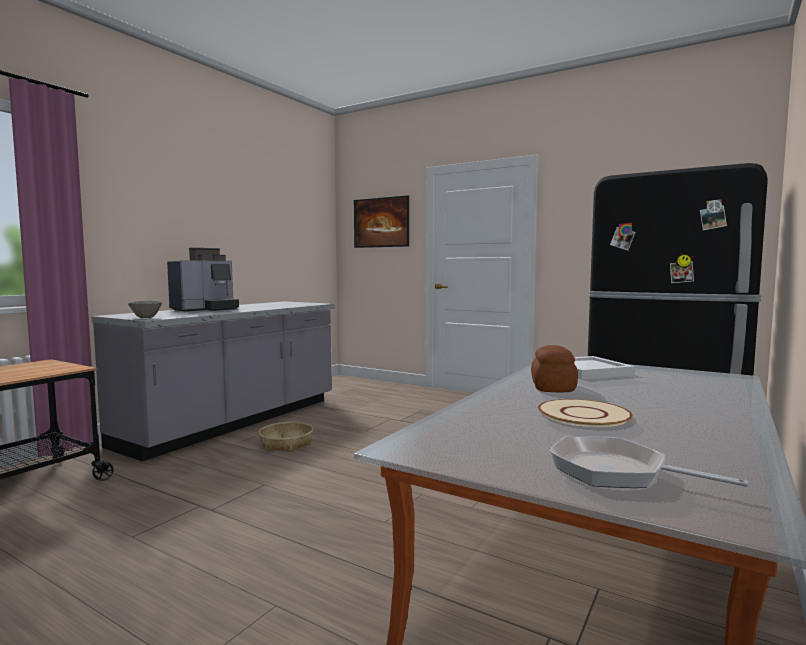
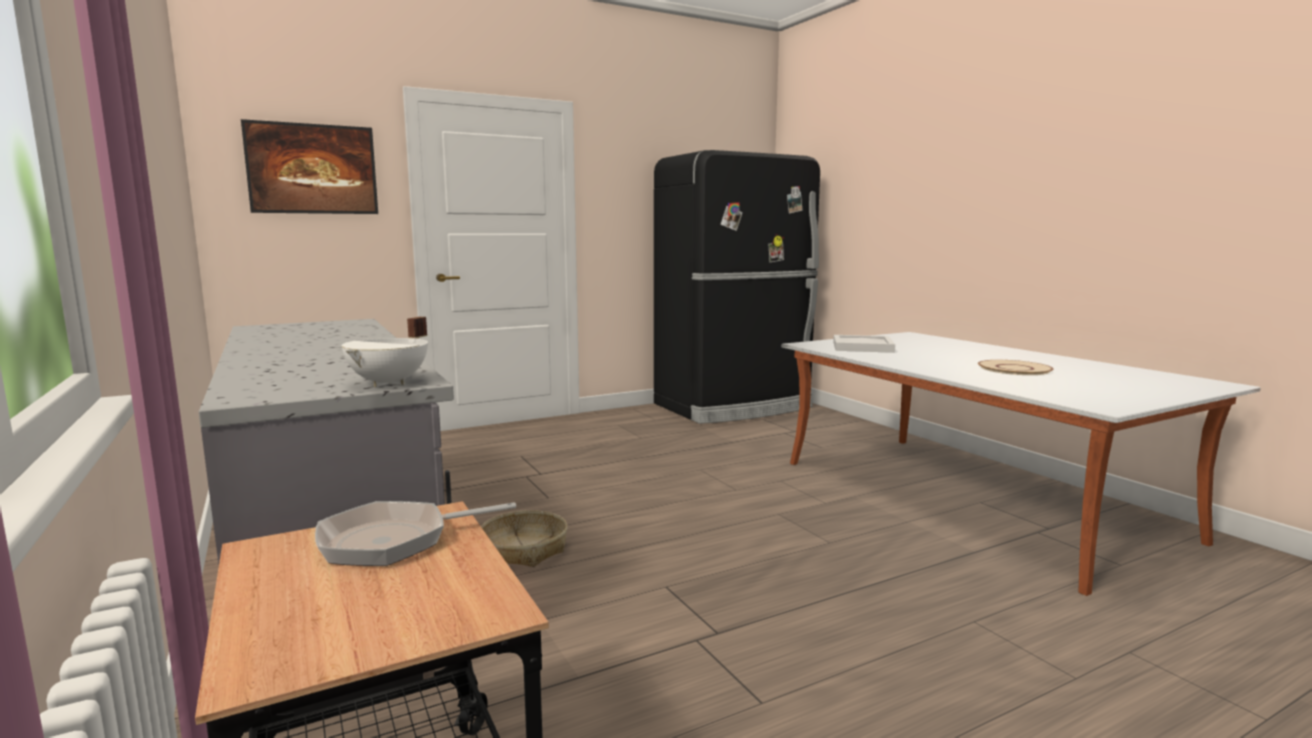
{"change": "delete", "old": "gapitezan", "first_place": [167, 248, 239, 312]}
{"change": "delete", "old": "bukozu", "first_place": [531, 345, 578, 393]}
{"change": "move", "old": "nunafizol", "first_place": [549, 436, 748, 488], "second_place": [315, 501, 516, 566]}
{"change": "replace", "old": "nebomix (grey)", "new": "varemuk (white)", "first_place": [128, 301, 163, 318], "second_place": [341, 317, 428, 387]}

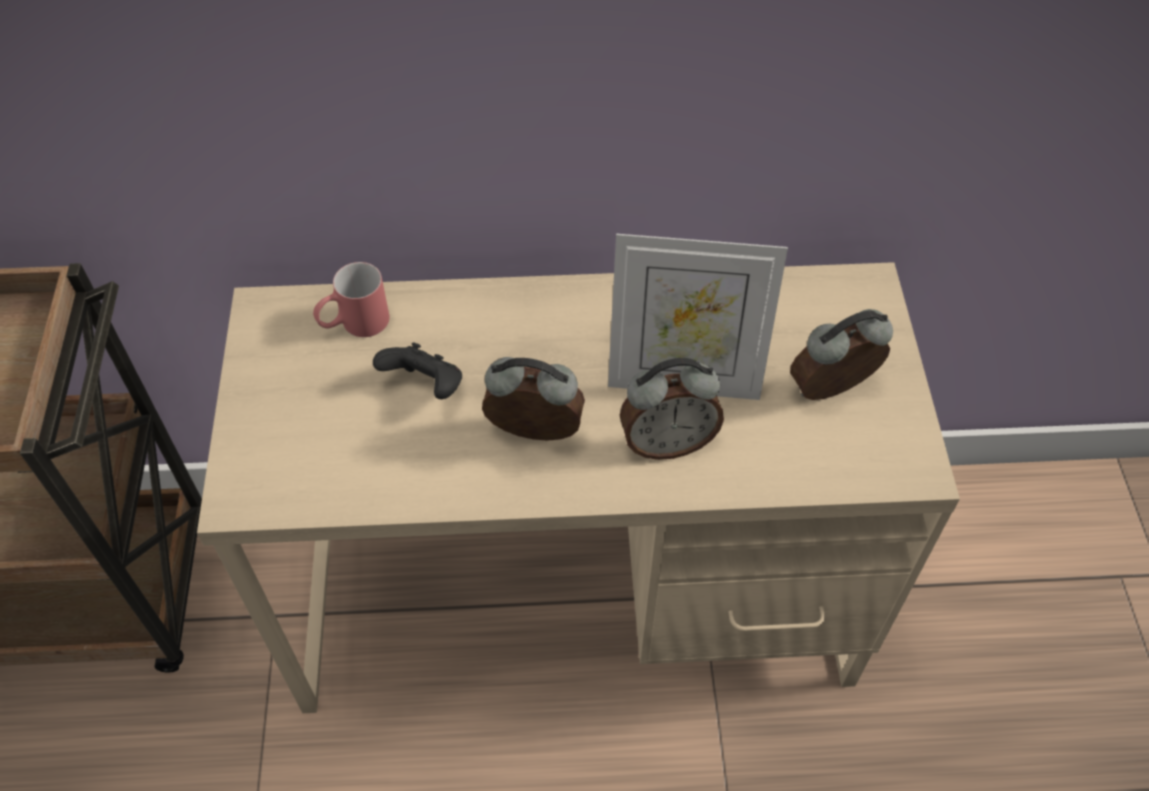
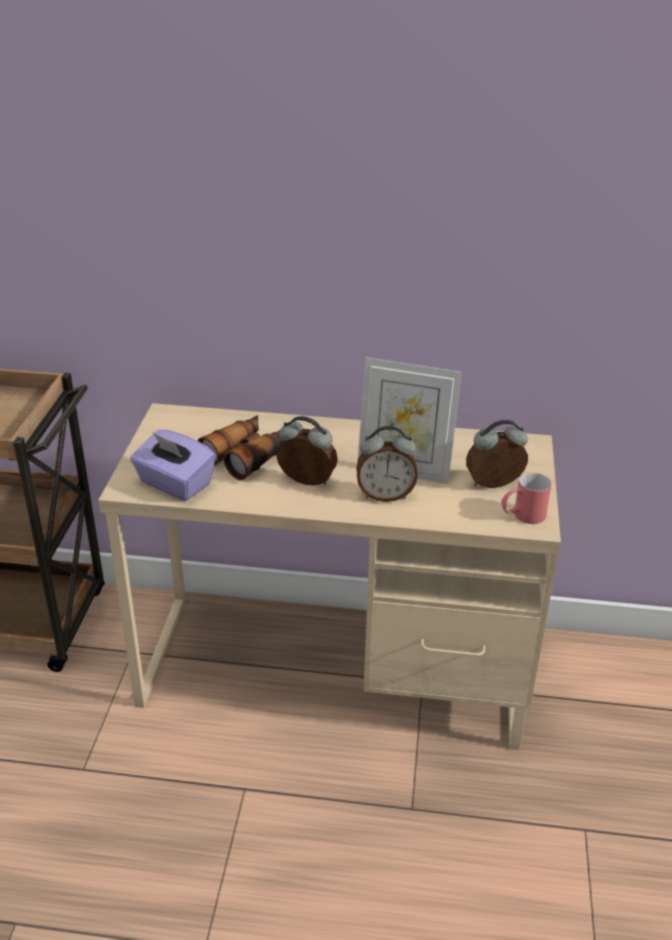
{"change": "insert", "new": "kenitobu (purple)", "second_place": [130, 430, 216, 501]}
{"change": "move", "old": "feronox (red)", "first_place": [313, 262, 390, 337], "second_place": [501, 473, 552, 524]}
{"change": "replace", "old": "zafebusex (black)", "new": "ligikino", "first_place": [373, 342, 462, 399], "second_place": [197, 415, 283, 480]}

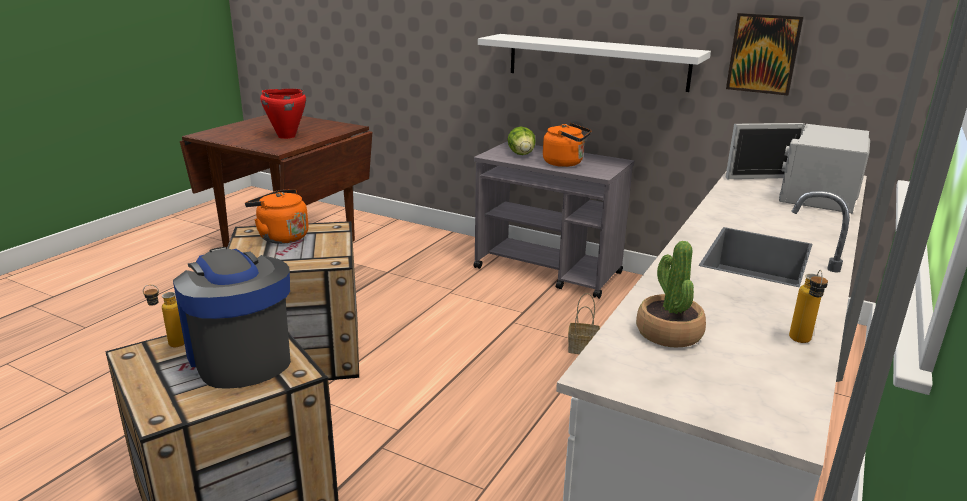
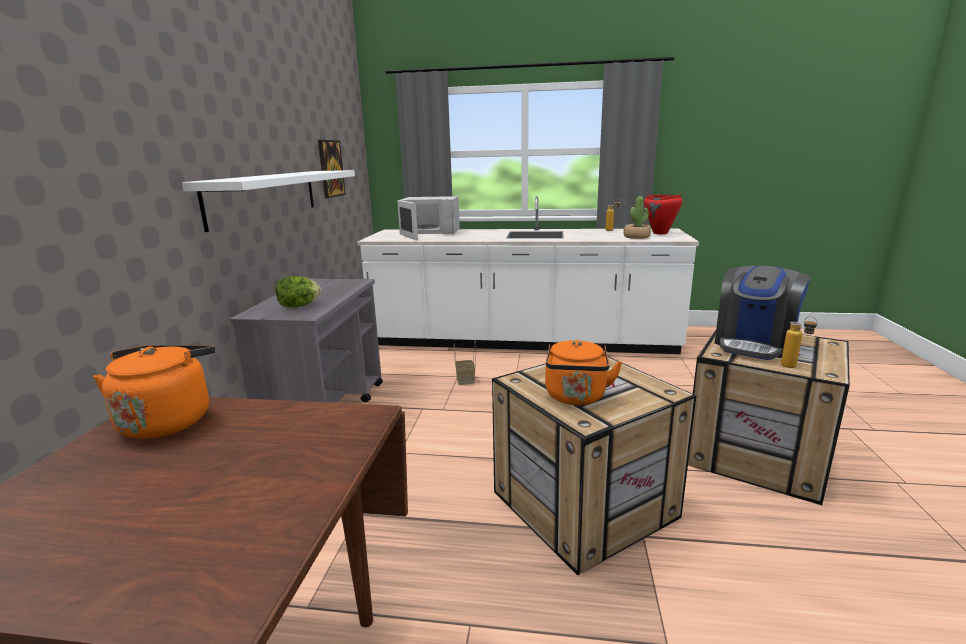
{"change": "move", "old": "varemuk (red)", "first_place": [260, 89, 306, 139], "second_place": [644, 195, 683, 234]}
{"change": "move", "old": "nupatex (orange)", "first_place": [543, 123, 591, 167], "second_place": [93, 345, 215, 439]}

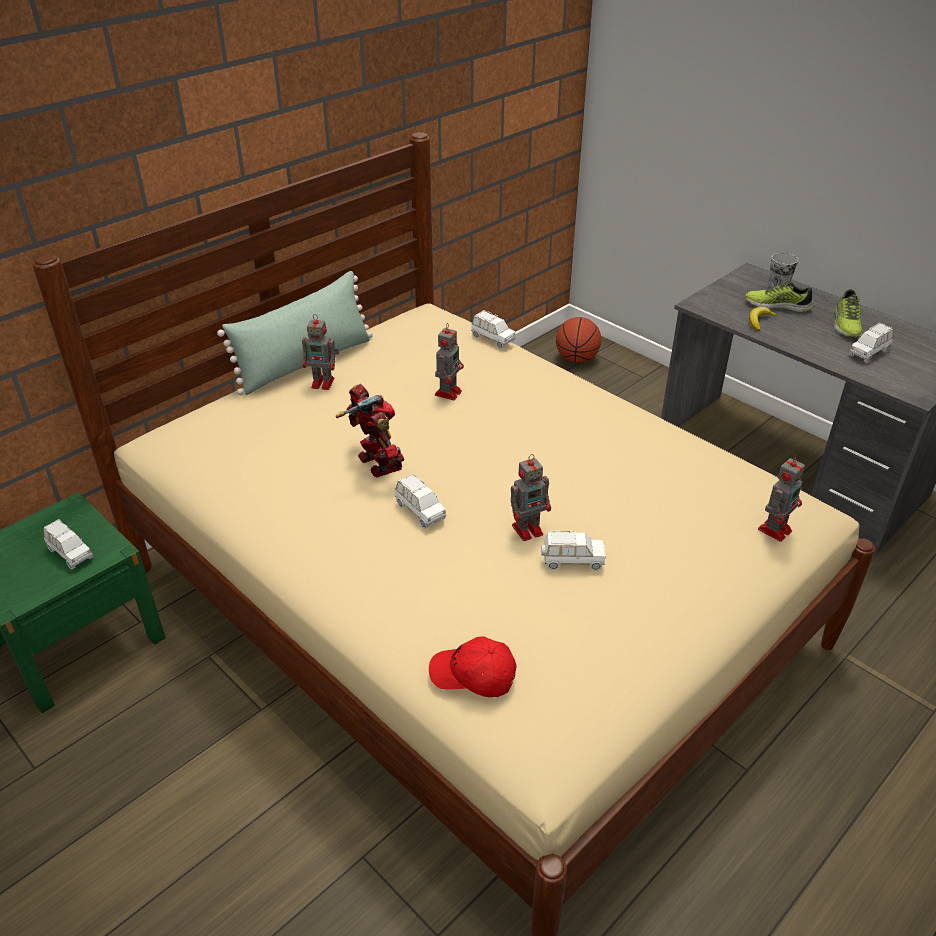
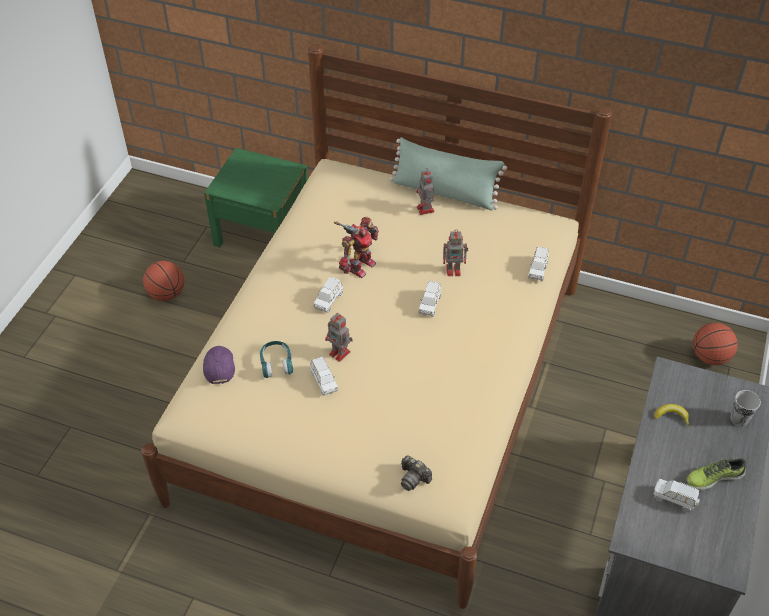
{"change": "delete", "old": "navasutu", "first_place": [745, 281, 813, 312]}
{"change": "insert", "new": "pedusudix", "second_place": [143, 261, 184, 301]}
{"change": "insert", "new": "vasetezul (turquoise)", "second_place": [260, 341, 293, 378]}
{"change": "move", "old": "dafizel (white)", "first_place": [43, 519, 93, 570], "second_place": [418, 281, 441, 317]}
{"change": "replace", "old": "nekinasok", "new": "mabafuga", "first_place": [758, 455, 805, 542], "second_place": [401, 455, 432, 491]}
{"change": "recolor", "old": "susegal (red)", "new": "susegal (purple)", "first_place": [429, 636, 517, 697], "second_place": [203, 346, 235, 384]}

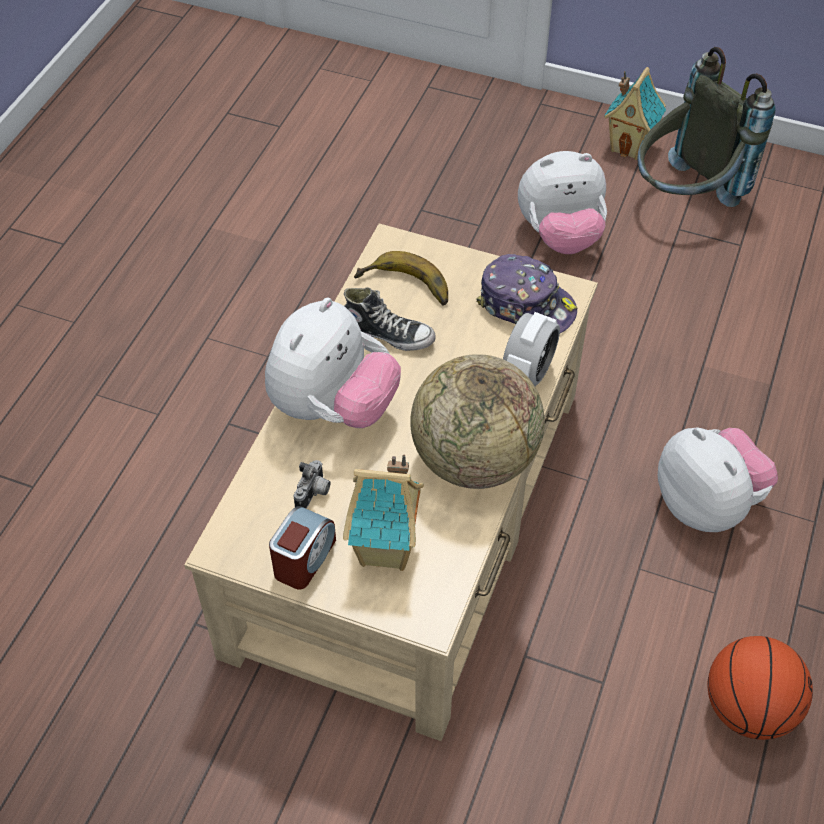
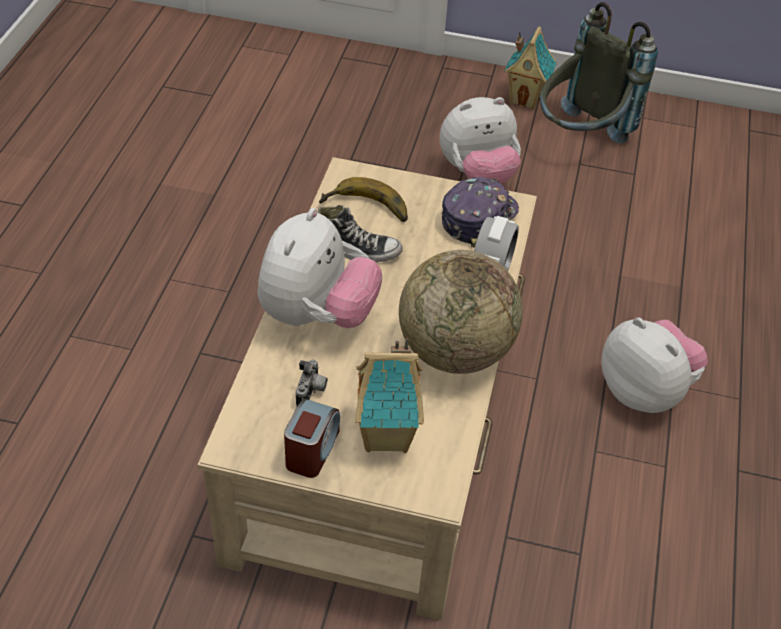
{"change": "delete", "old": "pedusudix", "first_place": [707, 636, 813, 740]}
{"change": "rotate", "old": "susegal", "first_place": [476, 254, 577, 333], "second_place": [442, 177, 519, 247], "degrees": -75}

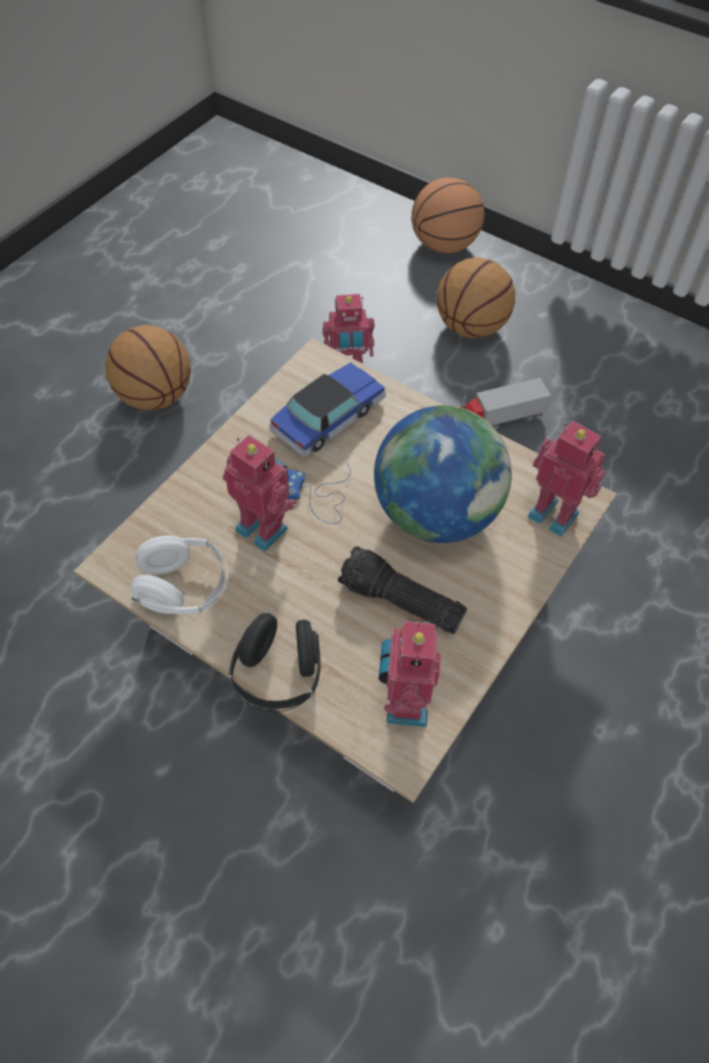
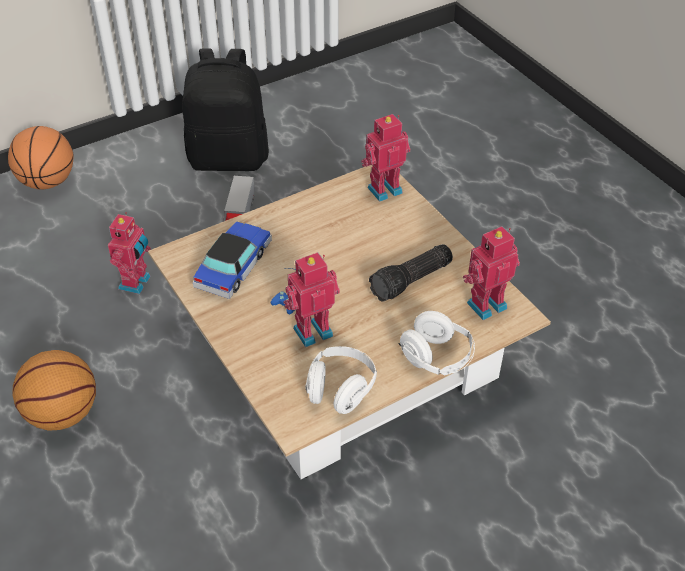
{"change": "delete", "old": "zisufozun", "first_place": [374, 405, 512, 543]}
{"change": "delete", "old": "pedusudix", "first_place": [437, 257, 515, 339]}
{"change": "insert", "new": "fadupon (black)", "second_place": [182, 48, 269, 171]}
{"change": "recolor", "old": "vasetezul (black)", "new": "vasetezul (white)", "first_place": [229, 613, 320, 712], "second_place": [398, 311, 475, 375]}
{"change": "rotate", "old": "dafizel", "first_place": [269, 362, 386, 459], "second_place": [193, 221, 272, 299], "degrees": 45}
{"change": "rotate", "old": "nekinasok", "first_place": [378, 617, 441, 727], "second_place": [463, 226, 520, 320], "degrees": 120}

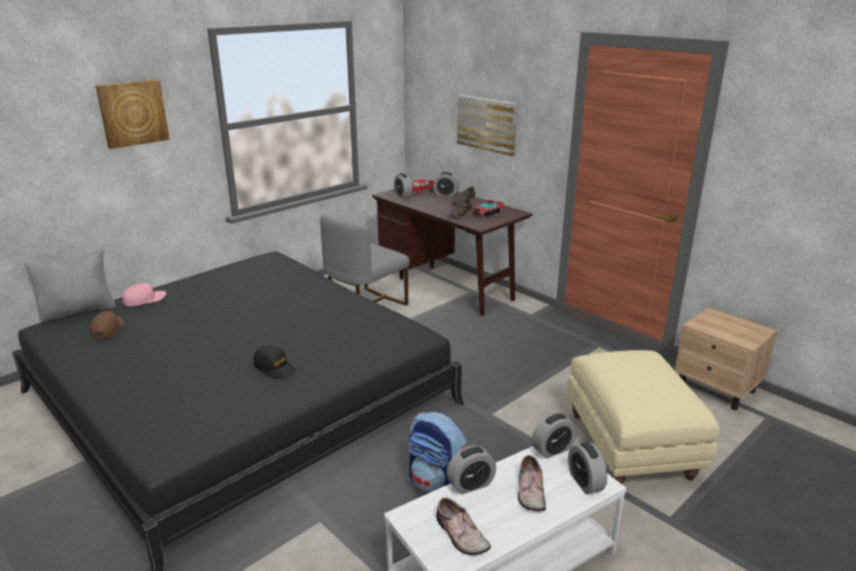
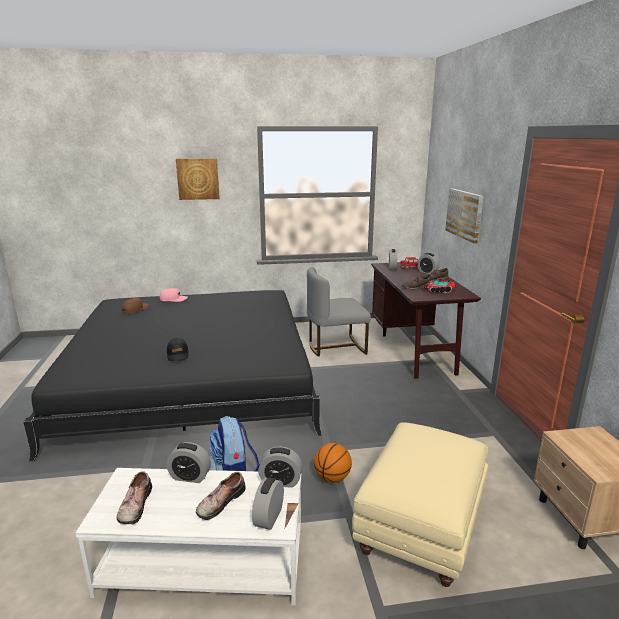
{"change": "delete", "old": "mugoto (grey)", "first_place": [24, 248, 116, 323]}
{"change": "insert", "new": "pedusudix", "second_place": [314, 443, 352, 483]}

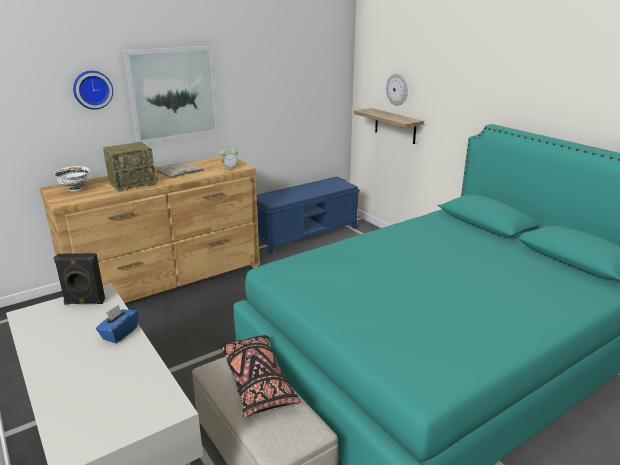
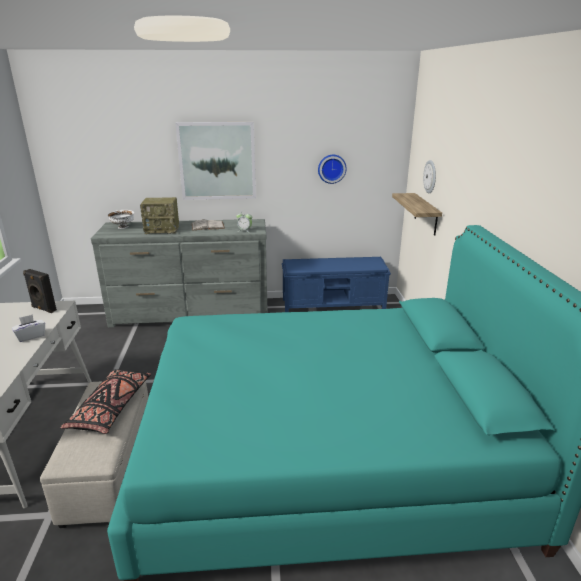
{"change": "move", "old": "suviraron", "first_place": [73, 71, 113, 110], "second_place": [318, 155, 347, 184]}
{"change": "recolor", "old": "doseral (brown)", "new": "doseral (grey)", "first_place": [39, 156, 260, 303], "second_place": [91, 219, 268, 327]}
{"change": "recolor", "old": "kenitobu (blue)", "new": "kenitobu (white)", "first_place": [96, 304, 138, 343], "second_place": [12, 314, 45, 342]}

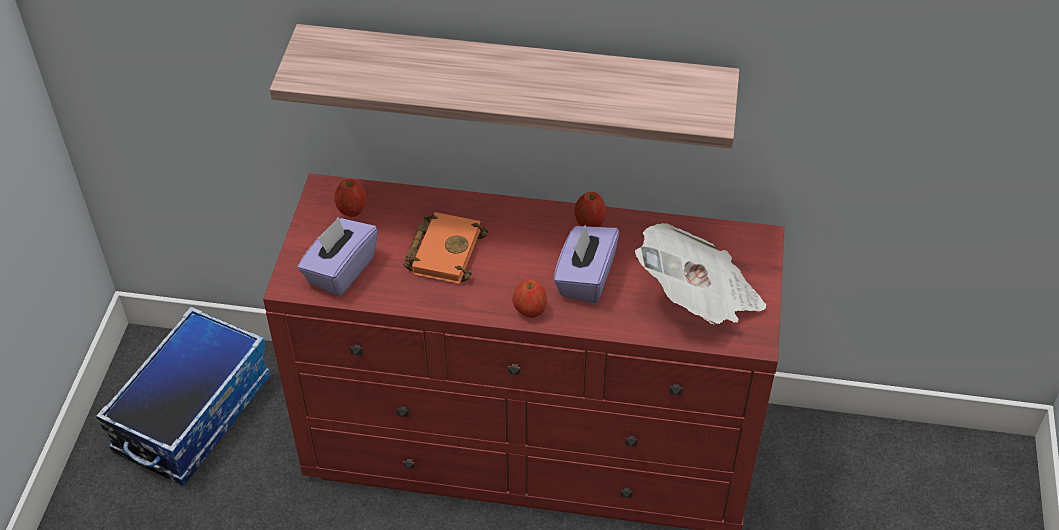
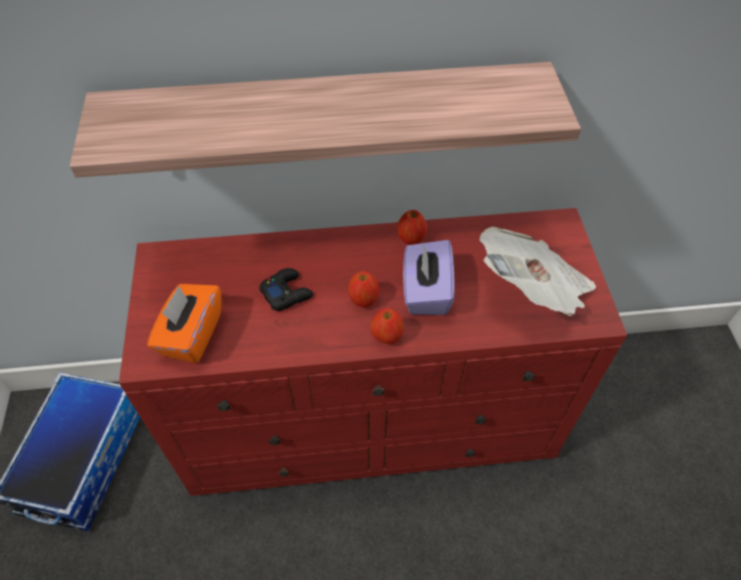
{"change": "move", "old": "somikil", "first_place": [334, 179, 366, 217], "second_place": [348, 271, 380, 308]}
{"change": "replace", "old": "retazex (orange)", "new": "zafebusex (black)", "first_place": [404, 212, 488, 284], "second_place": [259, 268, 313, 311]}
{"change": "recolor", "old": "kenitobu (purple)", "new": "kenitobu (orange)", "first_place": [297, 217, 378, 296], "second_place": [147, 284, 222, 363]}

